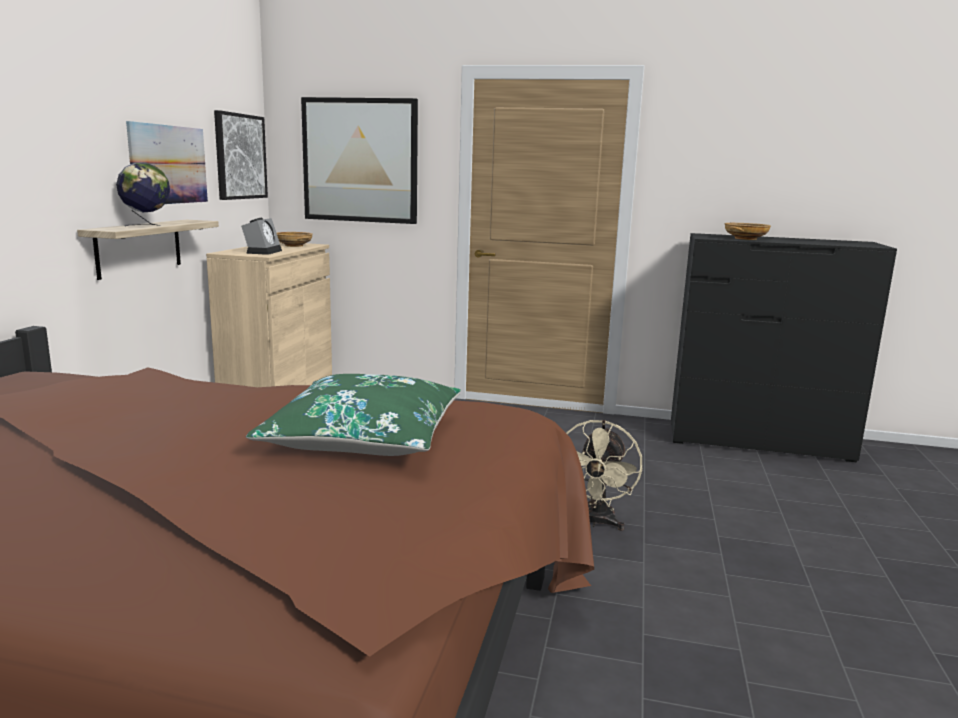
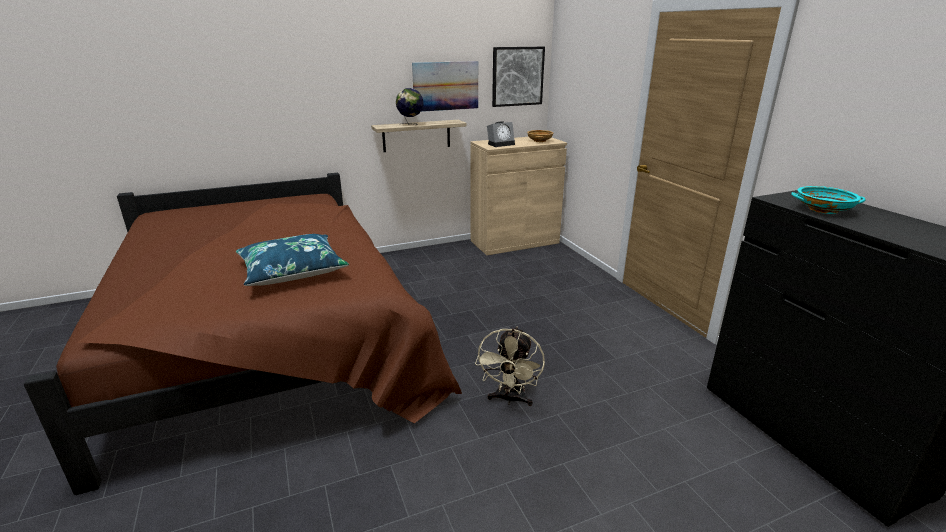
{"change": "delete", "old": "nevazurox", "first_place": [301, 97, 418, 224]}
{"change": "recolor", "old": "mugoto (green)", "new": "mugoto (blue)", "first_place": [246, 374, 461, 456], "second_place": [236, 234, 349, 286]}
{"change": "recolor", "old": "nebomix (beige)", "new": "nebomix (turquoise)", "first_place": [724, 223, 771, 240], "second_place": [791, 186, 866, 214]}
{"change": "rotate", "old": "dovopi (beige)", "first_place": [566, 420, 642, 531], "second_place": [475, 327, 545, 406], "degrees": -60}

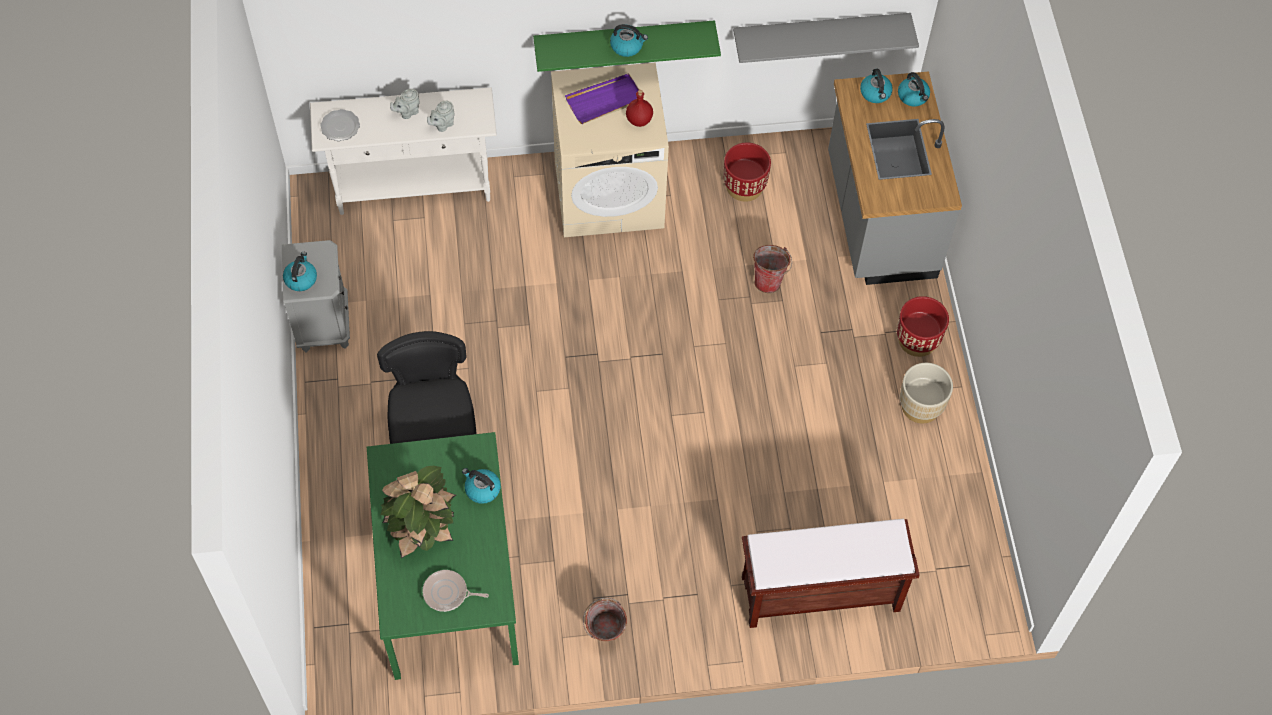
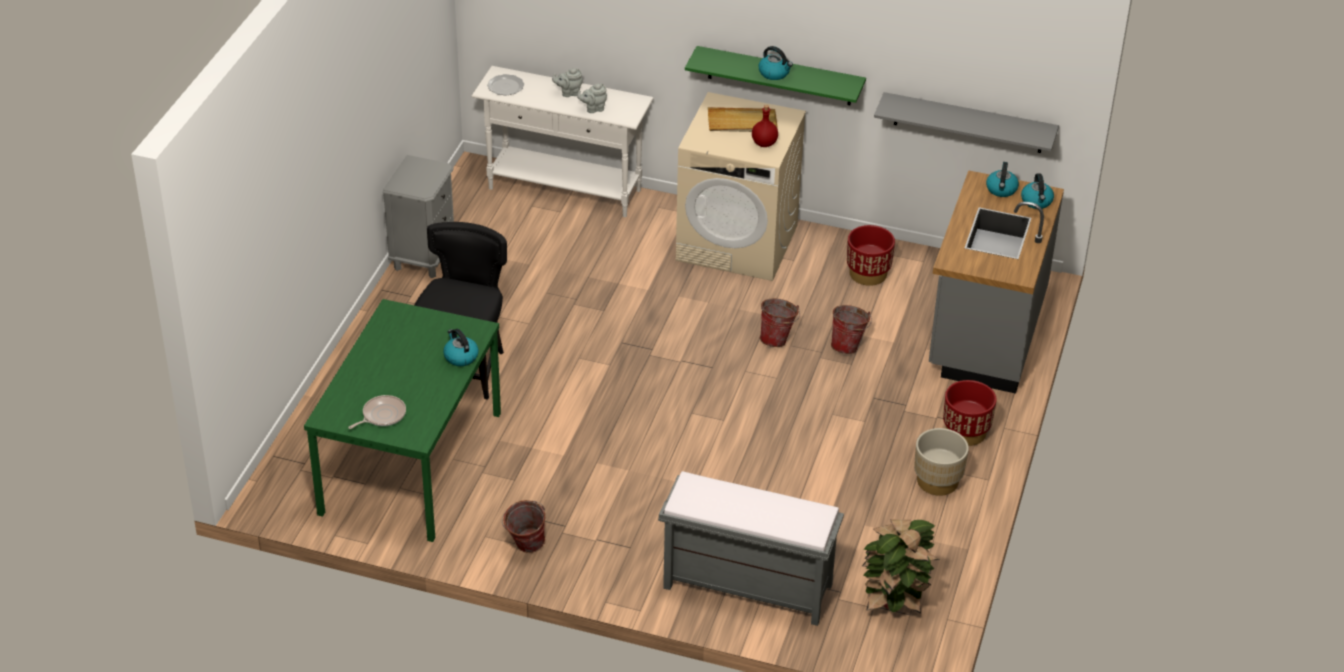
{"change": "delete", "old": "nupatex", "first_place": [283, 252, 317, 291]}
{"change": "insert", "new": "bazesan", "second_place": [760, 298, 800, 347]}
{"change": "move", "old": "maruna", "first_place": [381, 466, 456, 558], "second_place": [862, 519, 939, 613]}
{"change": "recolor", "old": "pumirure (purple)", "new": "pumirure (beige)", "first_place": [565, 73, 644, 124], "second_place": [708, 107, 778, 132]}
{"change": "recolor", "old": "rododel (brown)", "new": "rododel (grey)", "first_place": [742, 519, 920, 628], "second_place": [658, 471, 844, 626]}
{"change": "rotate", "old": "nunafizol", "first_place": [422, 570, 489, 612], "second_place": [348, 395, 406, 429], "degrees": 105}

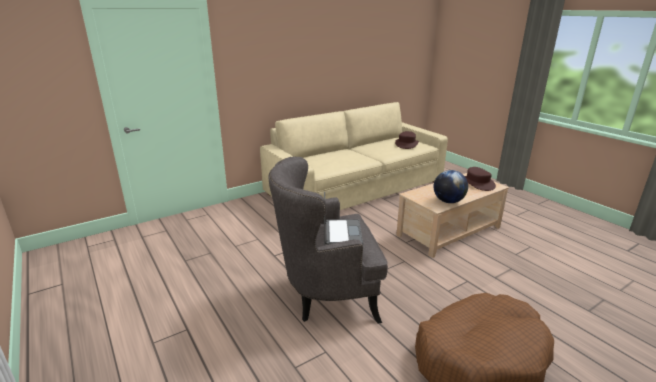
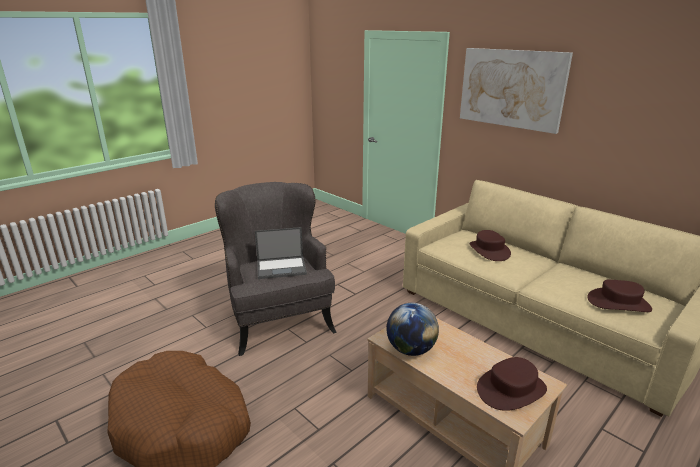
{"change": "insert", "new": "nevazurox", "second_place": [460, 48, 573, 134]}
{"change": "insert", "new": "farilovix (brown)", "second_place": [470, 230, 511, 261]}

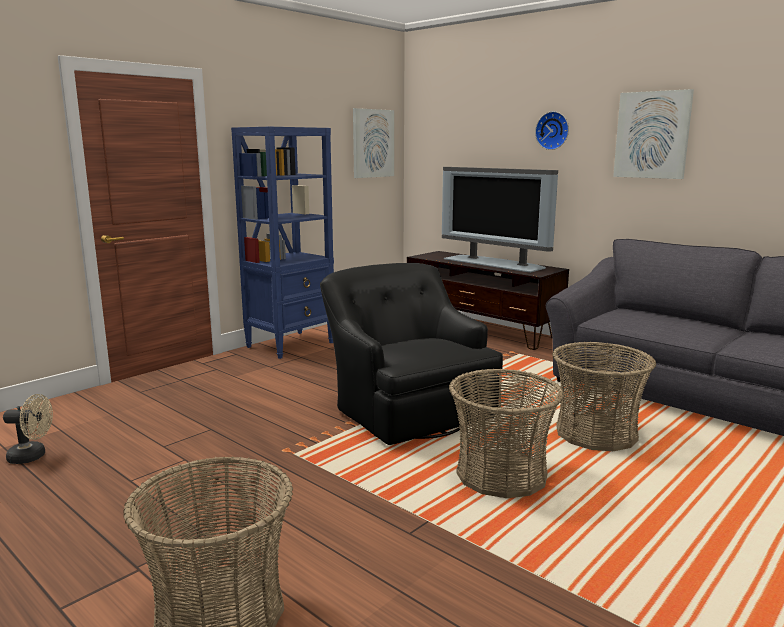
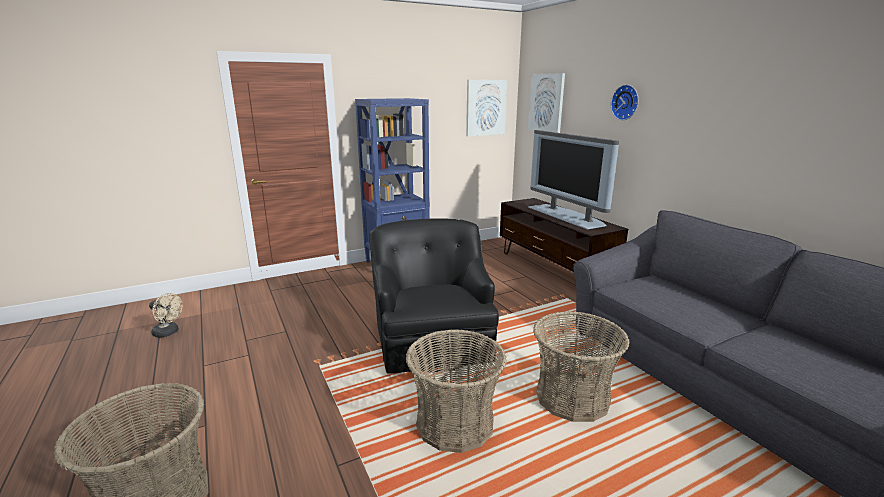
{"change": "move", "old": "nevazurox", "first_place": [613, 89, 694, 179], "second_place": [528, 73, 565, 133]}

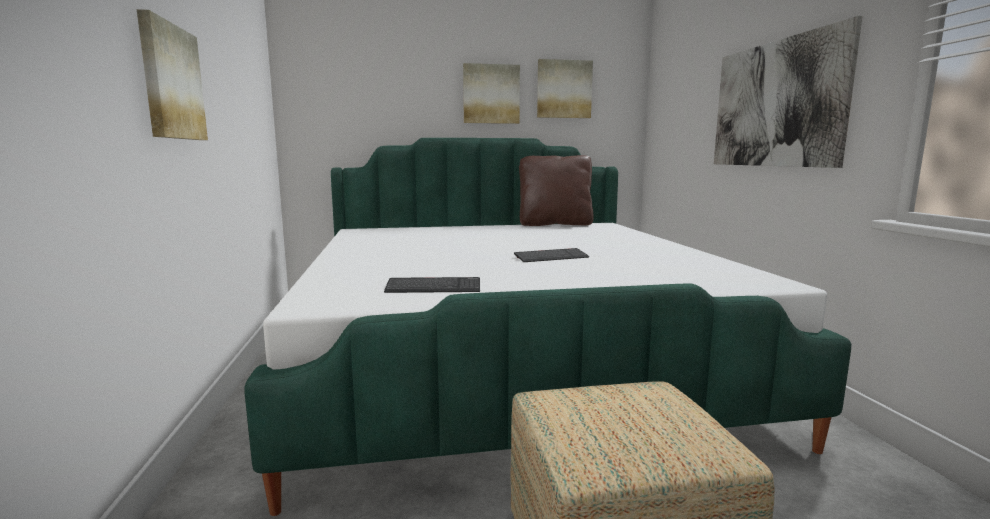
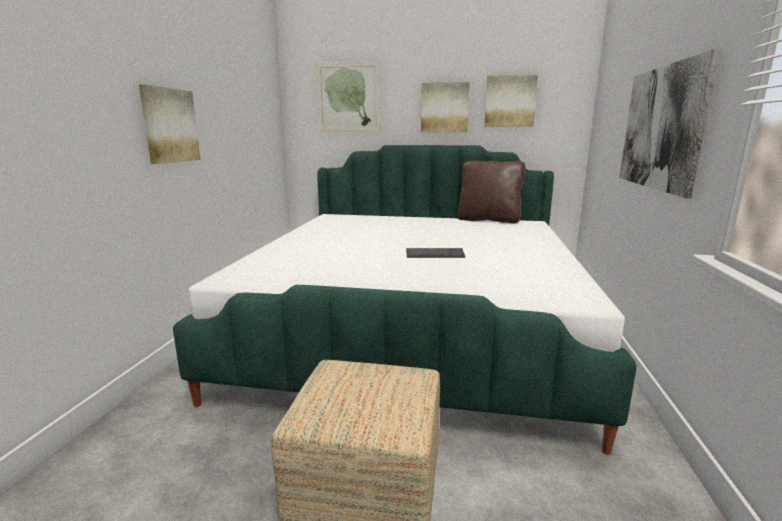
{"change": "delete", "old": "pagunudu", "first_place": [384, 277, 480, 293]}
{"change": "insert", "new": "nevazurox", "second_place": [316, 61, 381, 132]}

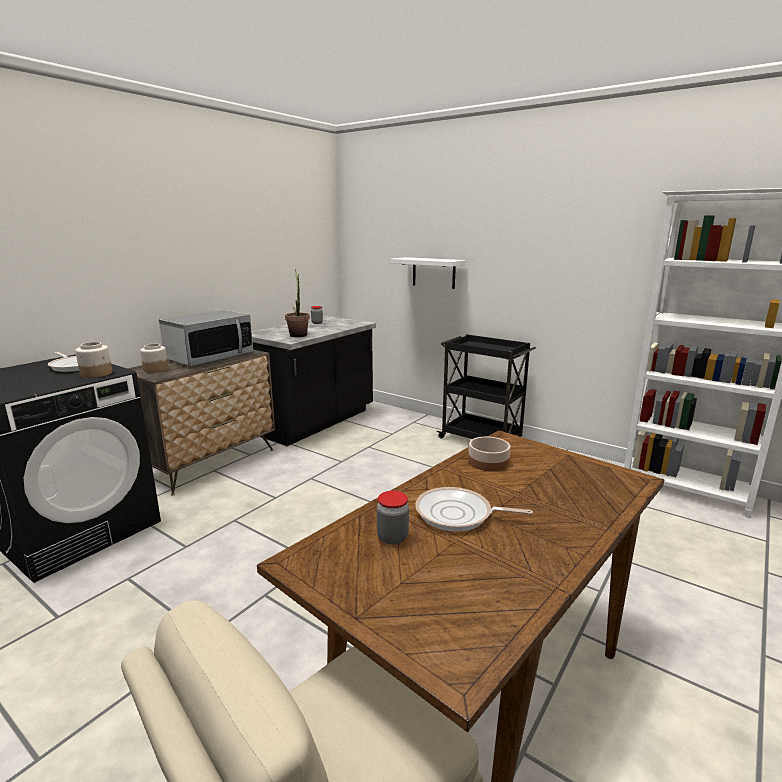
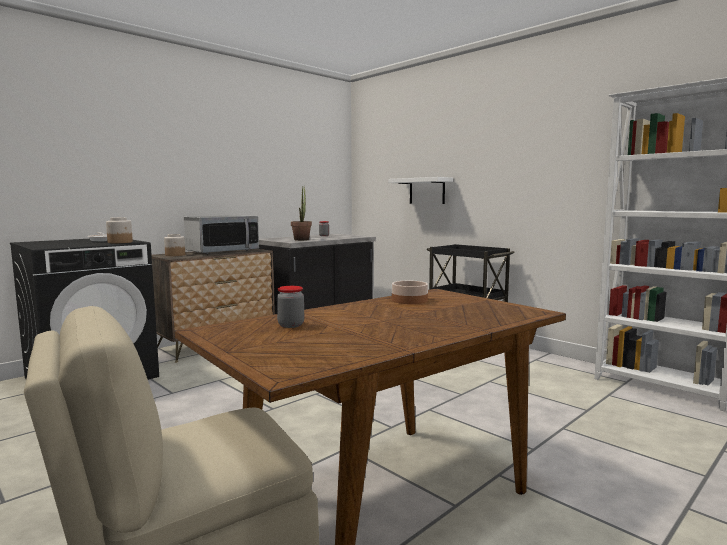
{"change": "delete", "old": "nunafizol", "first_place": [415, 487, 533, 532]}

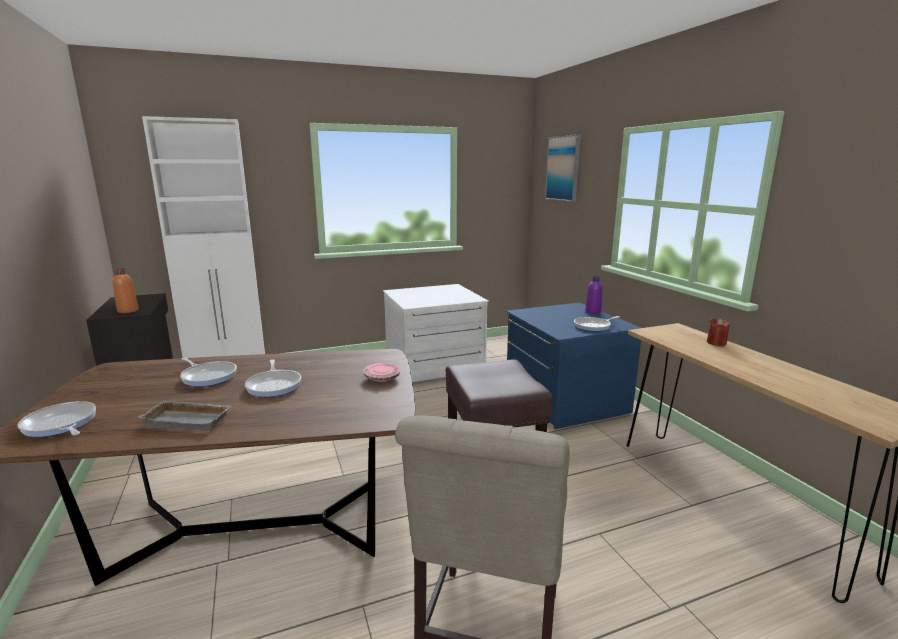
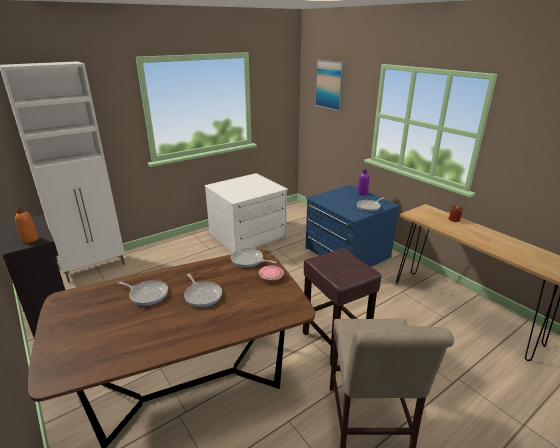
{"change": "delete", "old": "pumirure (grey)", "first_place": [138, 400, 232, 431]}
{"change": "move", "old": "nunafizol", "first_place": [18, 401, 96, 437], "second_place": [231, 248, 277, 268]}

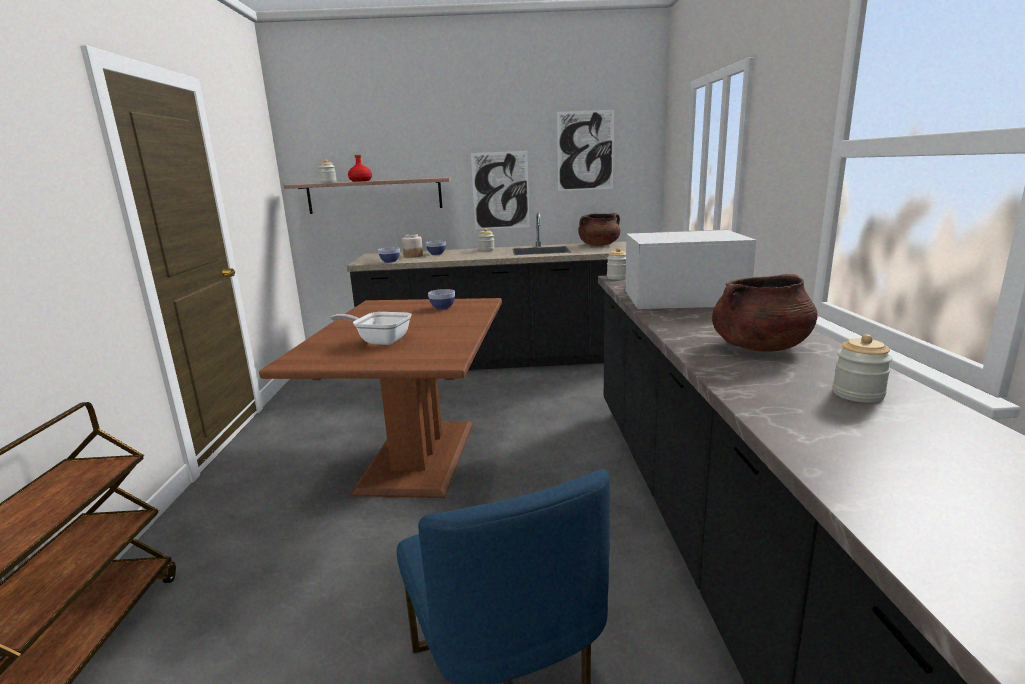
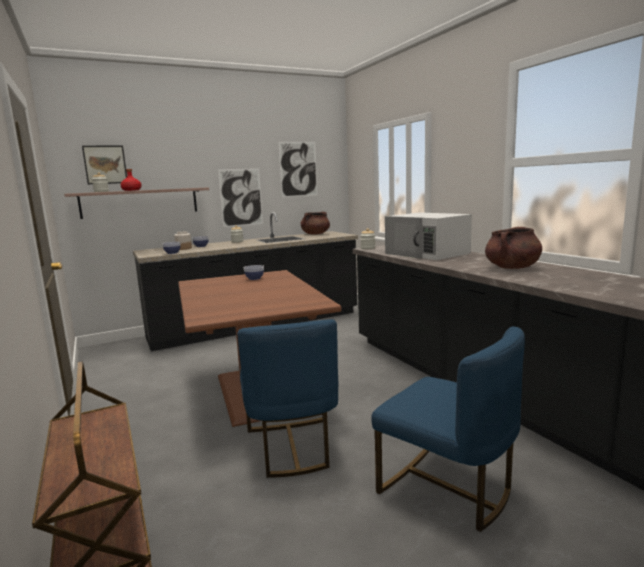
{"change": "delete", "old": "nunafizol", "first_place": [330, 312, 412, 345]}
{"change": "delete", "old": "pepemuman", "first_place": [833, 334, 892, 403]}
{"change": "insert", "new": "nevazurox", "second_place": [82, 146, 127, 184]}
{"change": "insert", "new": "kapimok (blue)", "second_place": [237, 319, 338, 478]}
{"change": "rotate", "old": "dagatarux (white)", "first_place": [625, 230, 757, 309], "second_place": [385, 213, 472, 260], "degrees": -105}

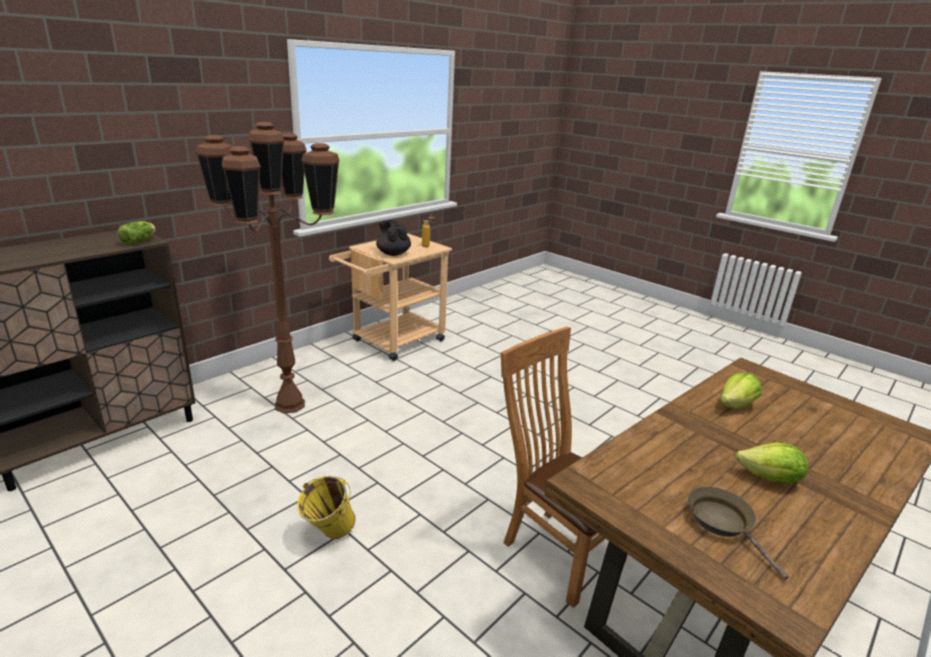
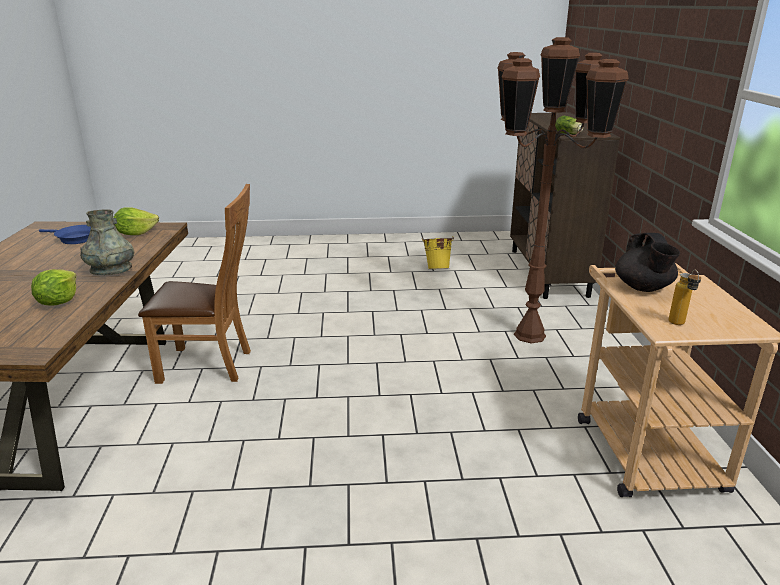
{"change": "insert", "new": "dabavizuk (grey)", "second_place": [80, 209, 134, 275]}
{"change": "move", "old": "bazesan (yellow)", "first_place": [297, 476, 356, 539], "second_place": [422, 237, 454, 269]}
{"change": "move", "old": "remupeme", "first_place": [736, 443, 808, 484], "second_place": [113, 207, 159, 235]}
{"change": "recolor", "old": "nunafizol (brown)", "new": "nunafizol (blue)", "first_place": [687, 487, 789, 580], "second_place": [39, 225, 91, 244]}
{"change": "rotate", "old": "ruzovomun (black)", "first_place": [376, 220, 411, 256], "second_place": [615, 233, 680, 292], "degrees": 75}

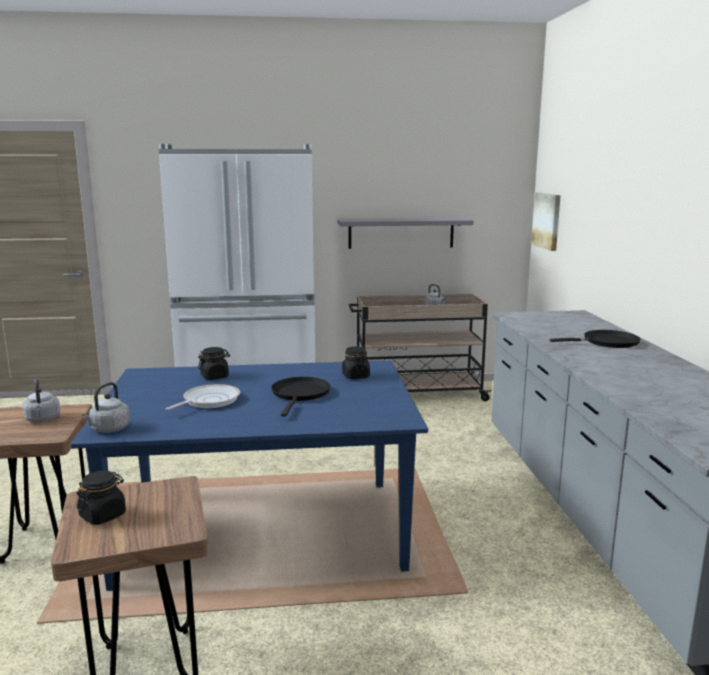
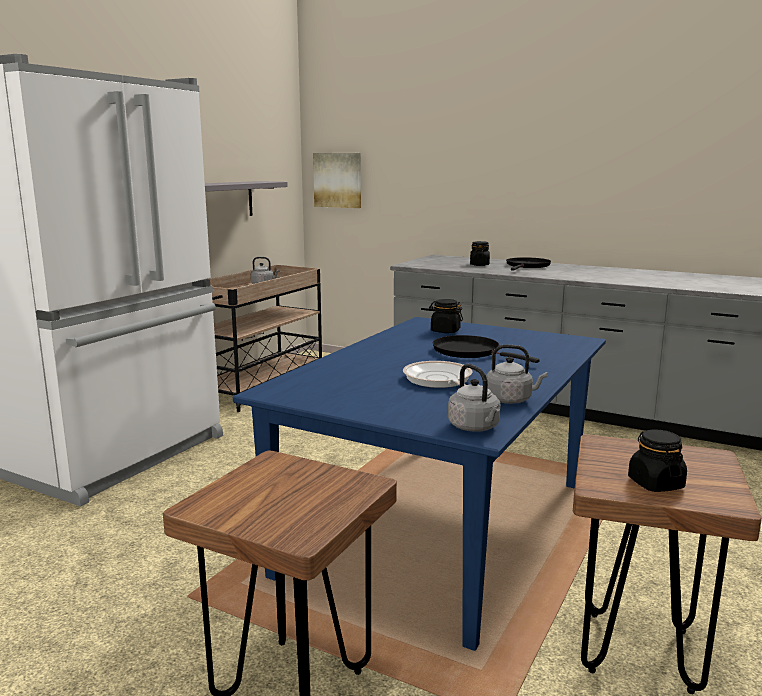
{"change": "move", "old": "nupatex (grey)", "first_place": [22, 378, 60, 422], "second_place": [486, 345, 548, 404]}
{"change": "move", "old": "pepemuman (black)", "first_place": [198, 347, 230, 380], "second_place": [470, 241, 490, 266]}

